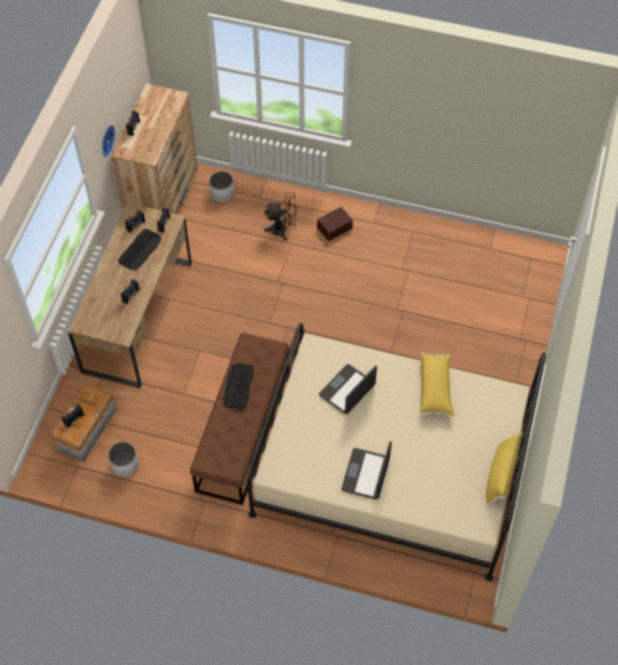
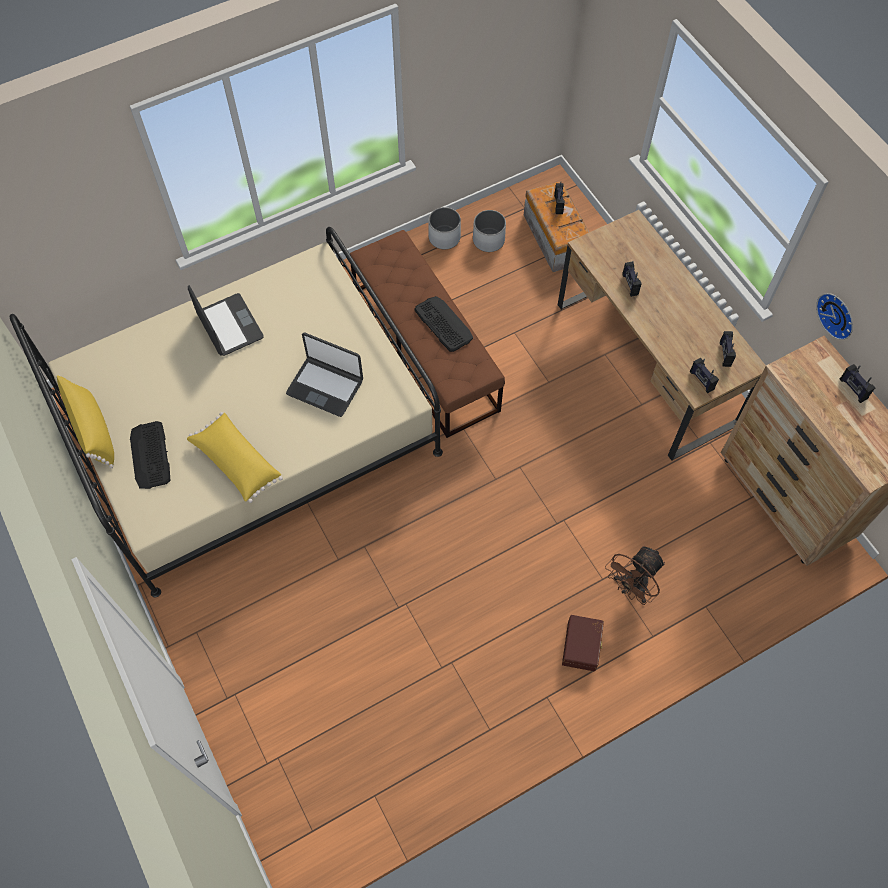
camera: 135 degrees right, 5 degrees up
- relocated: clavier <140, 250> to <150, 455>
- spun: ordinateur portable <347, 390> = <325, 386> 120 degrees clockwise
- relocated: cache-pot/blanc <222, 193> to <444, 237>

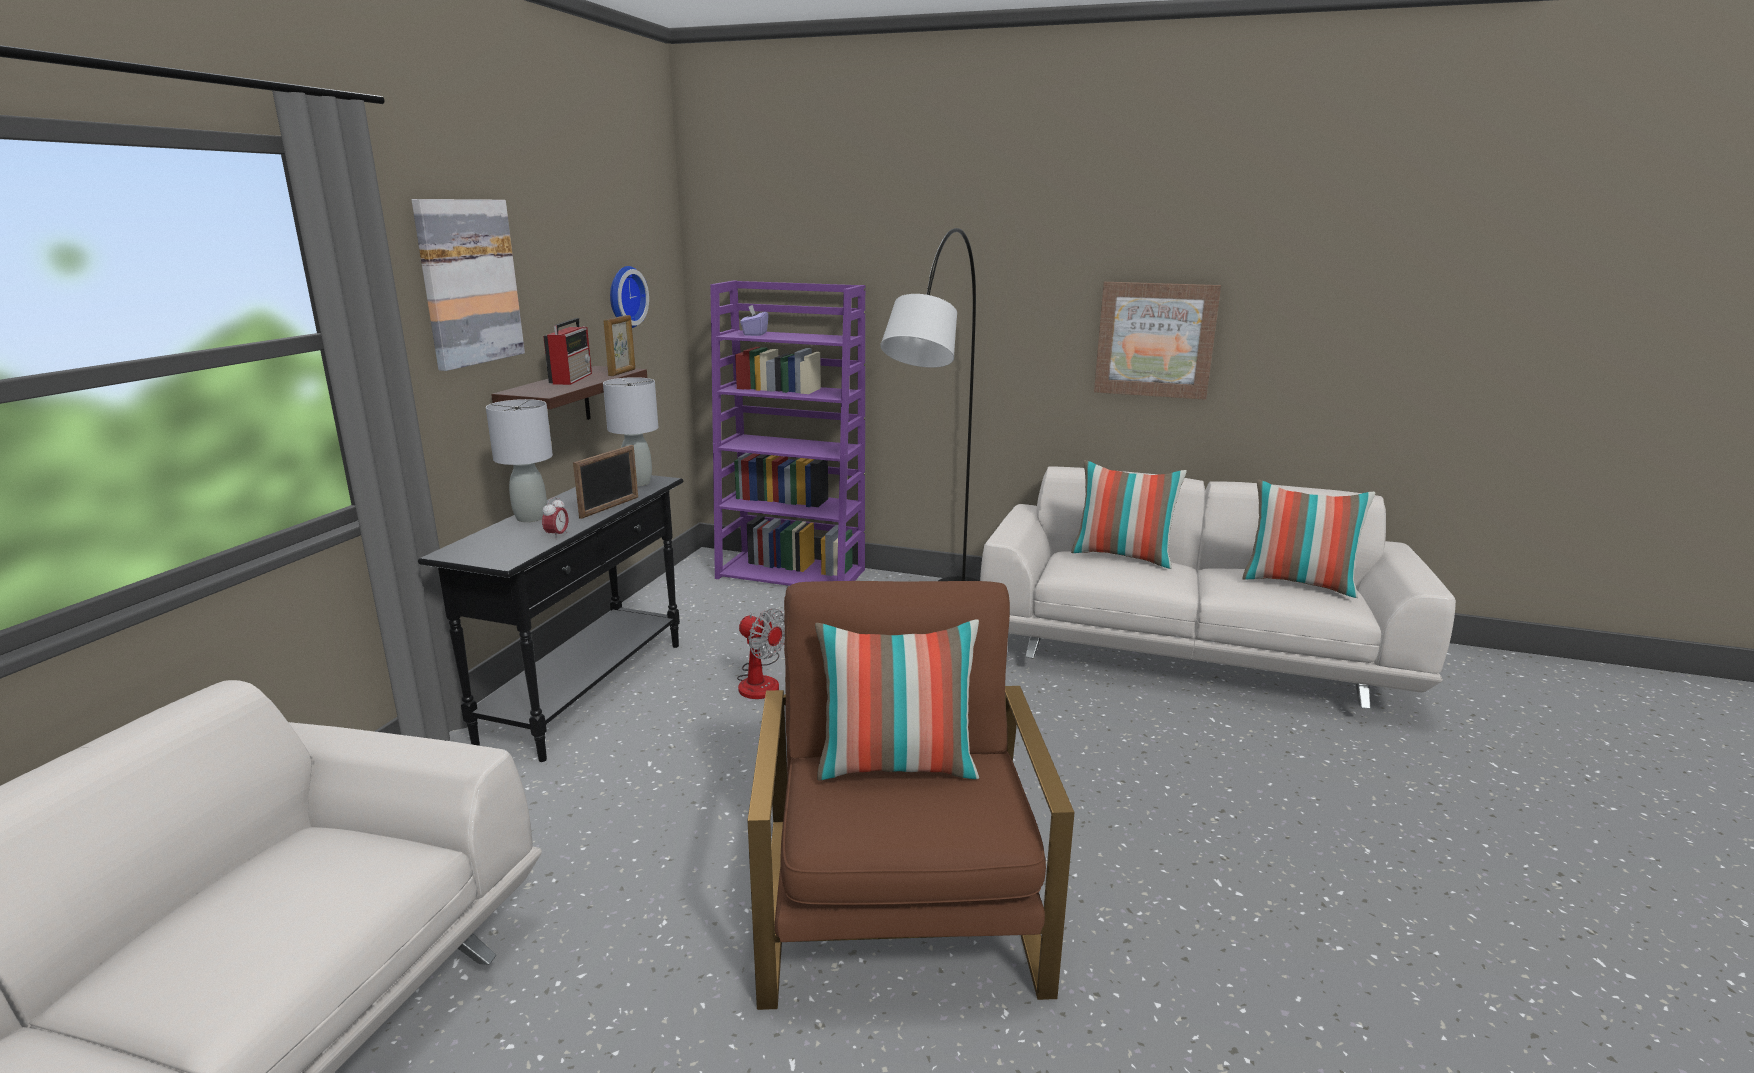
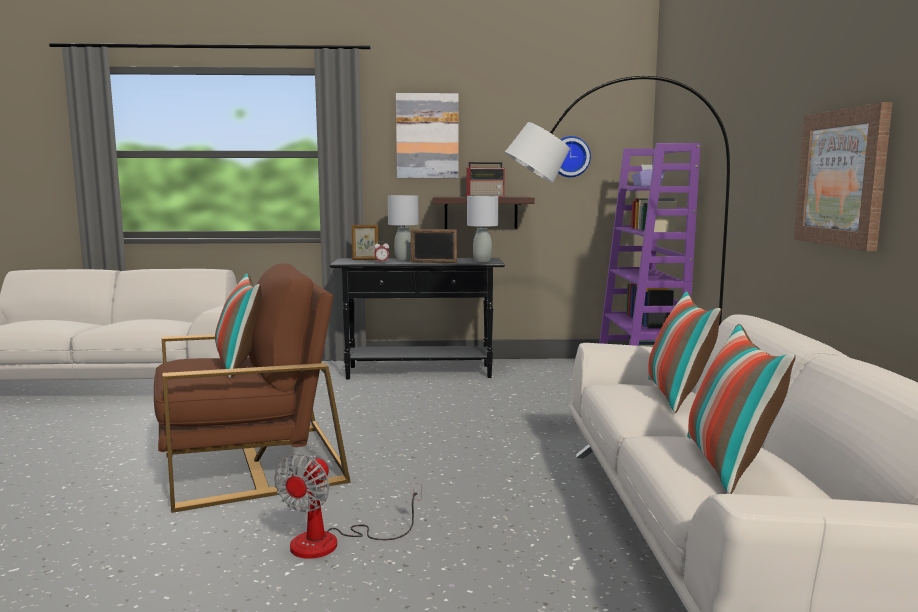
camera: 70 degrees right, 10 degrees down
- relocated: ventilateur <760, 680> to <332, 543>
- relocated: cadre photo <622, 372> to <365, 259>

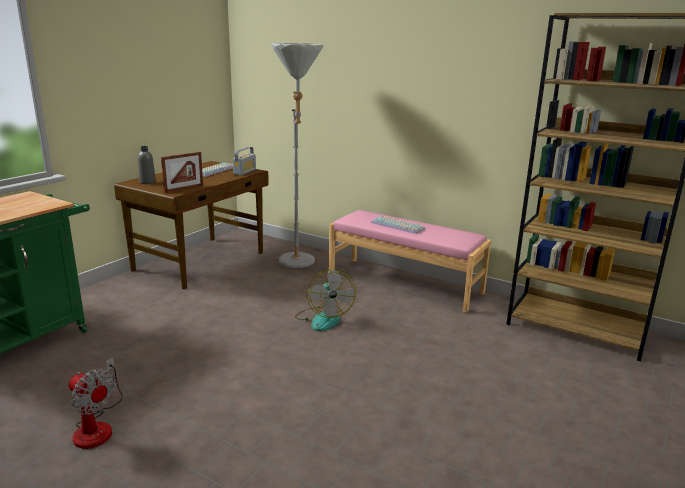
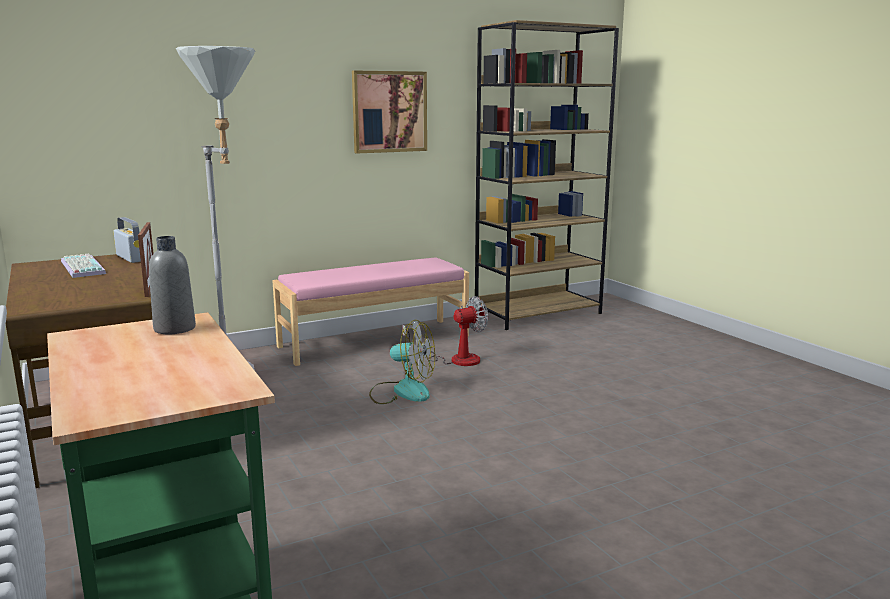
camera: 60 degrees left, 5 degrees down
- relocated: bouteille/gris <147, 182> to <174, 329>
- appeared: tableau <389, 112>
- relocated: ventilateur <97, 426> to <455, 359>
- missing: clavier <399, 226>

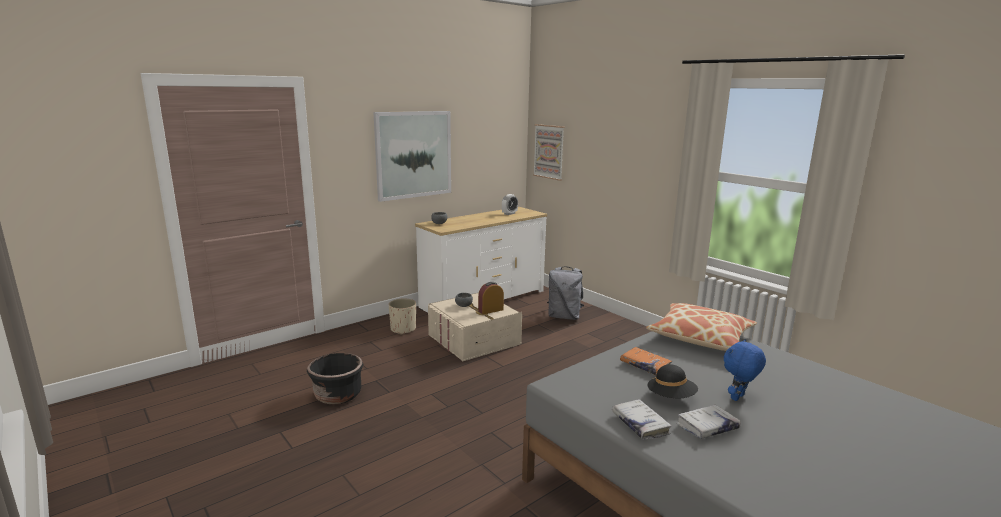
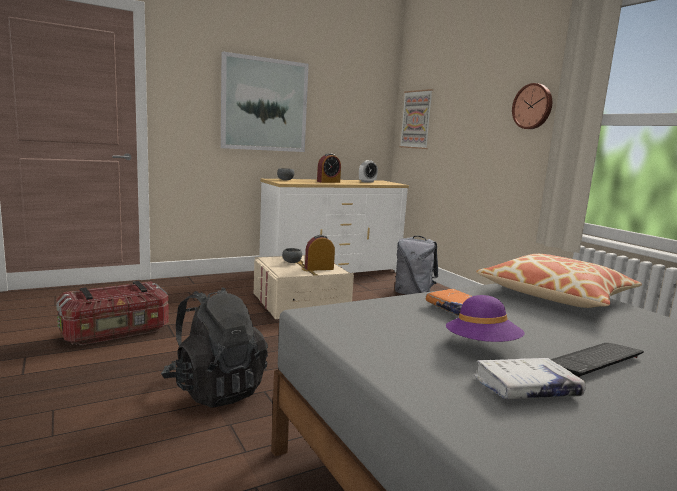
camera: 10 degrees right, 5 degrees down
- exchanged: cache-pot/noir <337, 395> to boîte de rangement <116, 332>
- appeared: sac à dos/noir <215, 389>
- appeared: réveil <328, 182>
- colour: chapeau/noir <671, 397> to chapeau/violet <482, 346>
- appeared: horloge murale <533, 106>
- exchanged: peluche/bleu <738, 398> to clavier <593, 360>
- missing: cache-pot/beige <403, 329>
- missing: livre/blanc <640, 424>

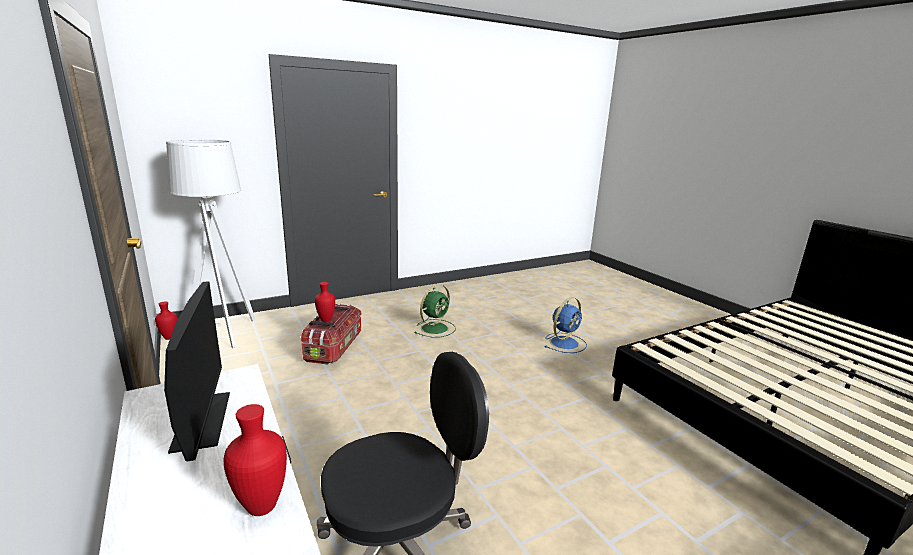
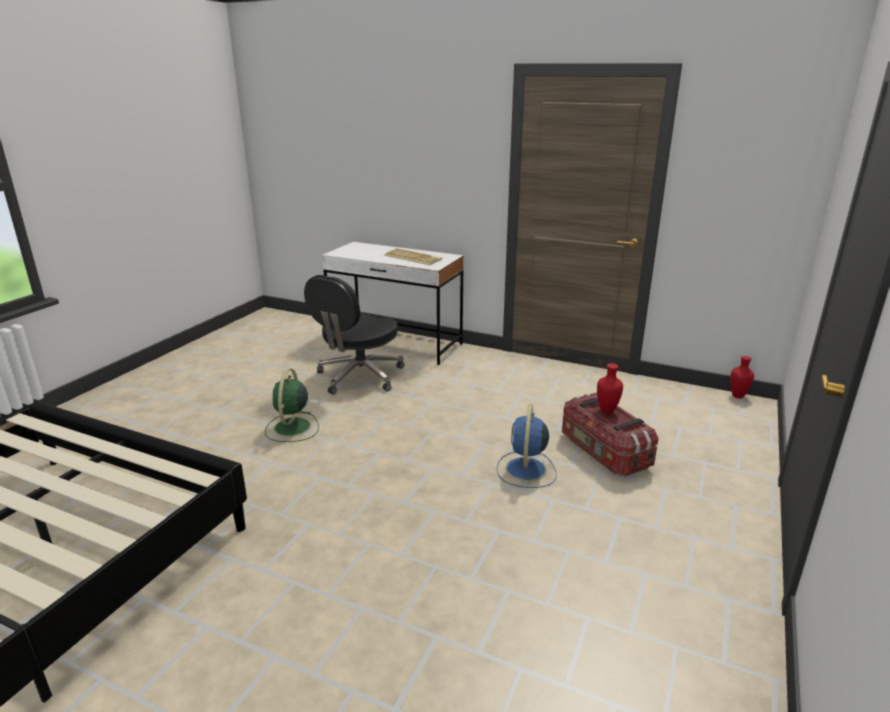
camera: 145 degrees right, 5 degrees up
- relocated: ventilateur/vert <435, 328> to <292, 428>
- exchanged: écran d'ordinateur <202, 420> to clavier <414, 257>
- relocated: ventilateur/bleu <565, 343> to <525, 470>
- missing: lampadaire/gris <226, 333>
- missing: vase/rouge <261, 508>

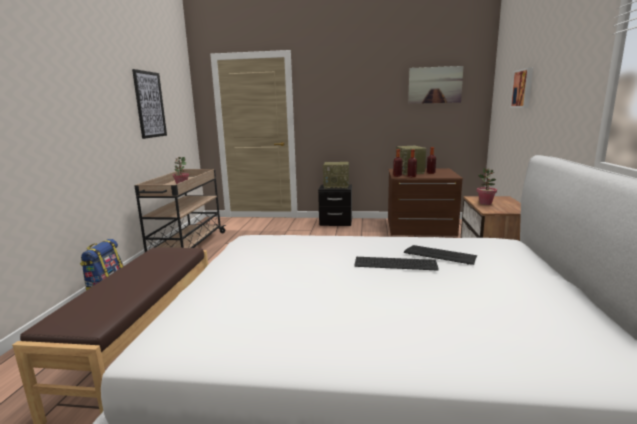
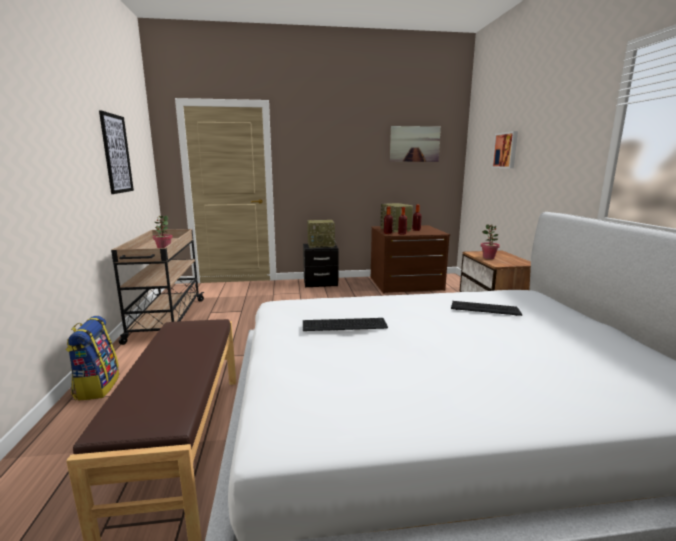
camera: 15 degrees left, 0 degrees up
- relocated: clavier <396, 264> to <345, 325>

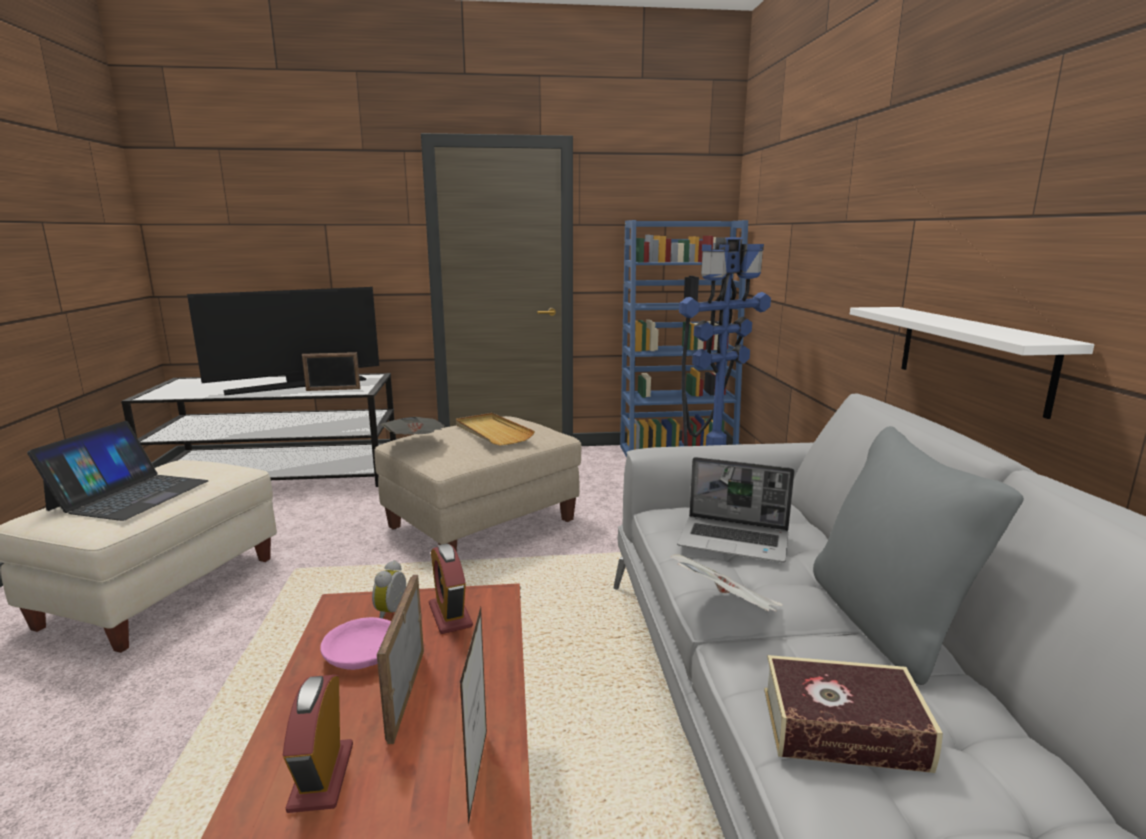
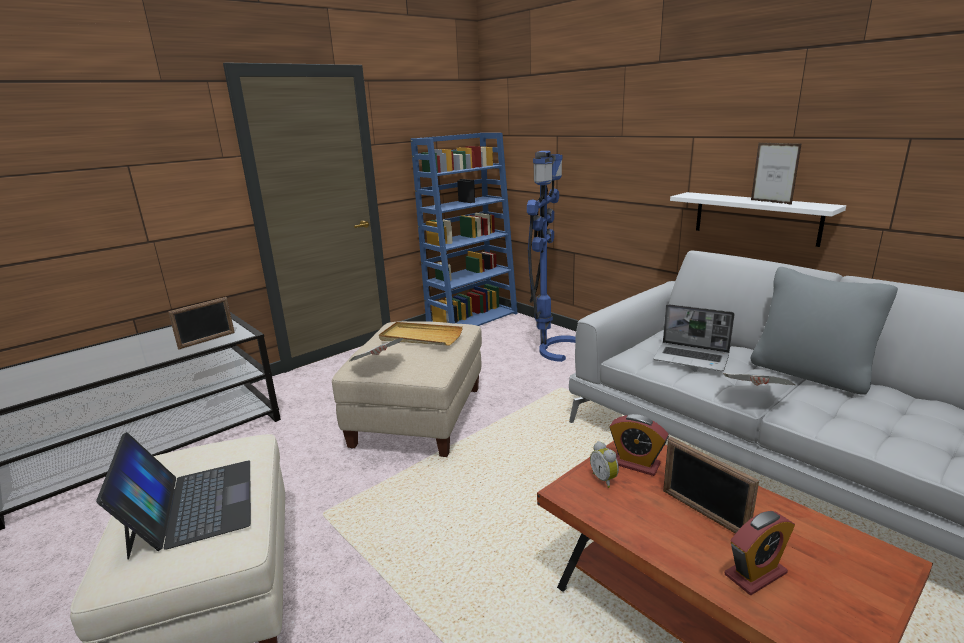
camera: 35 degrees left, 5 degrees up
- spun: ordinateur portable <735, 541> = <692, 358> 45 degrees clockwise
- spun: réveil <321, 777> = <755, 574> 75 degrees counterclockwise
- relocated: cadre photo <478, 774> to <770, 202>
- missing: téléviseur <297, 386>
- missing: bol/rose <363, 655>
- missing: livre <842, 728>

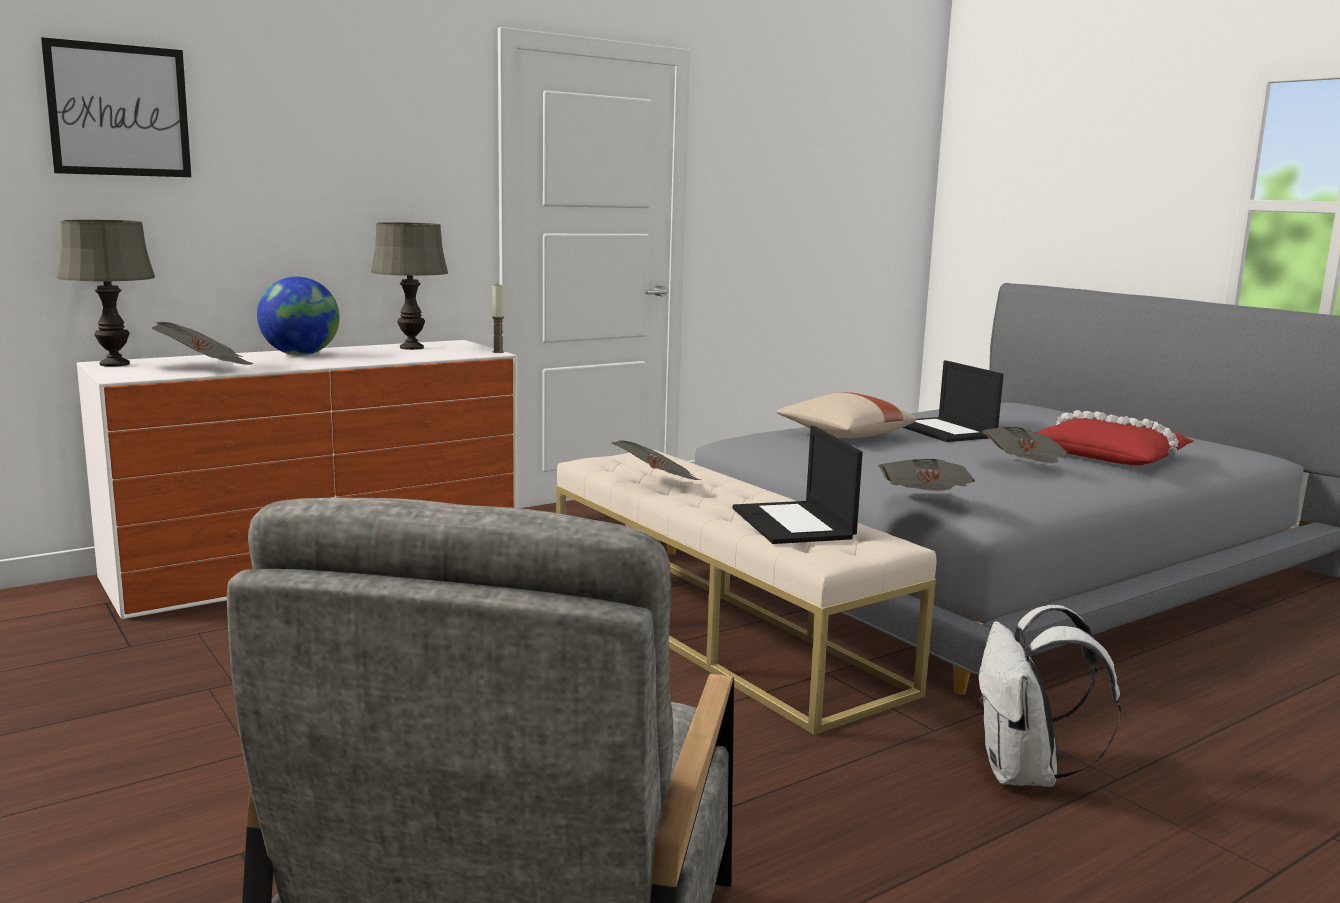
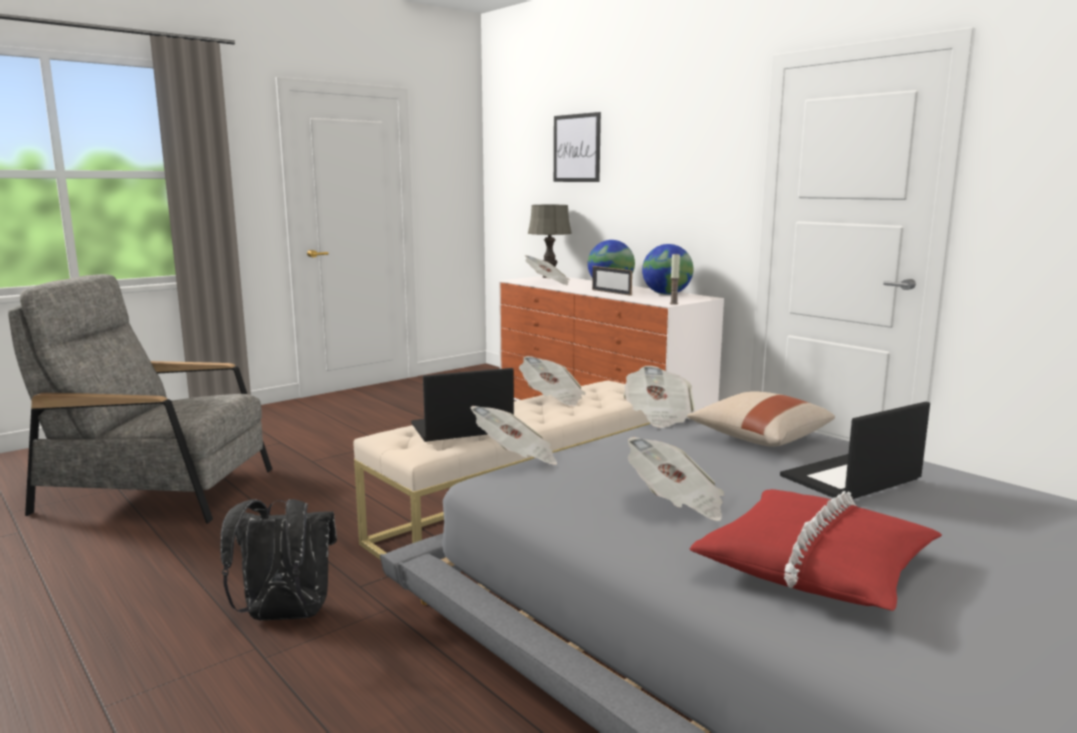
camera: 85 degrees right, 0 degrees up
- colour: sac à dos/blanc <1025, 774> to sac à dos/noir <284, 616>
- appeared: cadre photo <611, 292>
- appeared: journal <658, 416>
- exchanged: lampe de table/gris <412, 347> to globe <666, 294>

